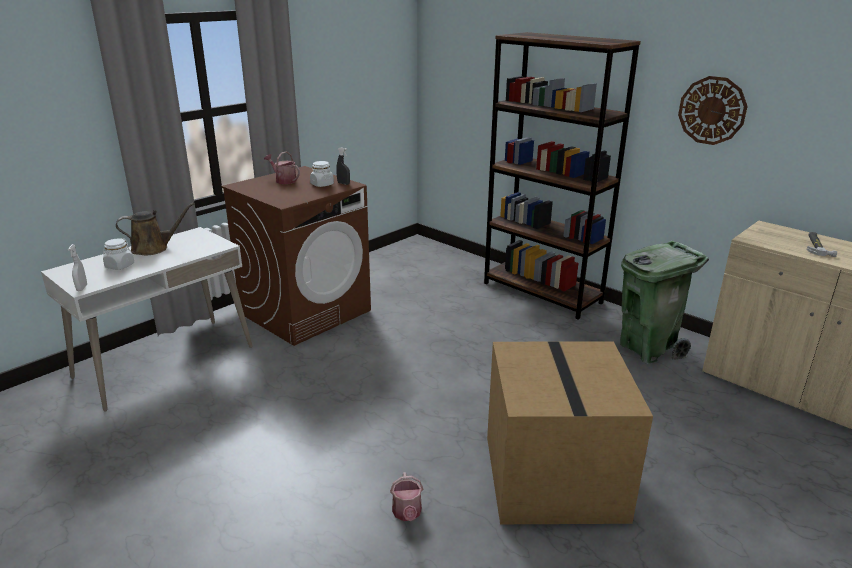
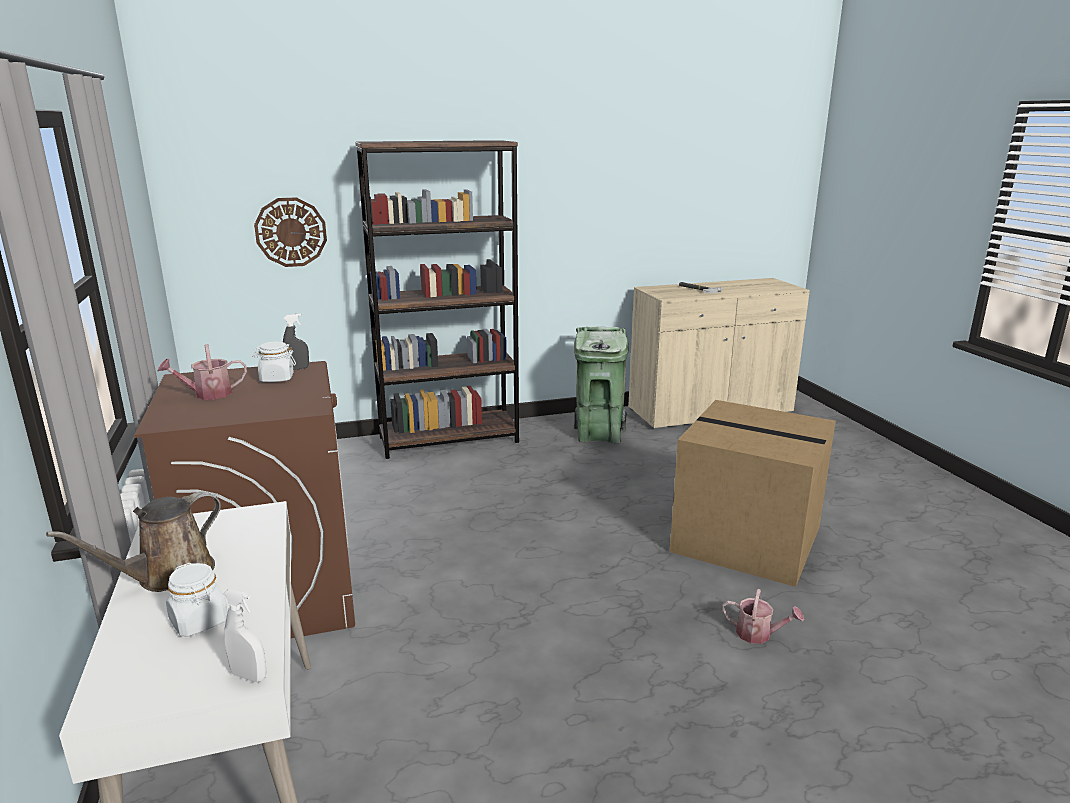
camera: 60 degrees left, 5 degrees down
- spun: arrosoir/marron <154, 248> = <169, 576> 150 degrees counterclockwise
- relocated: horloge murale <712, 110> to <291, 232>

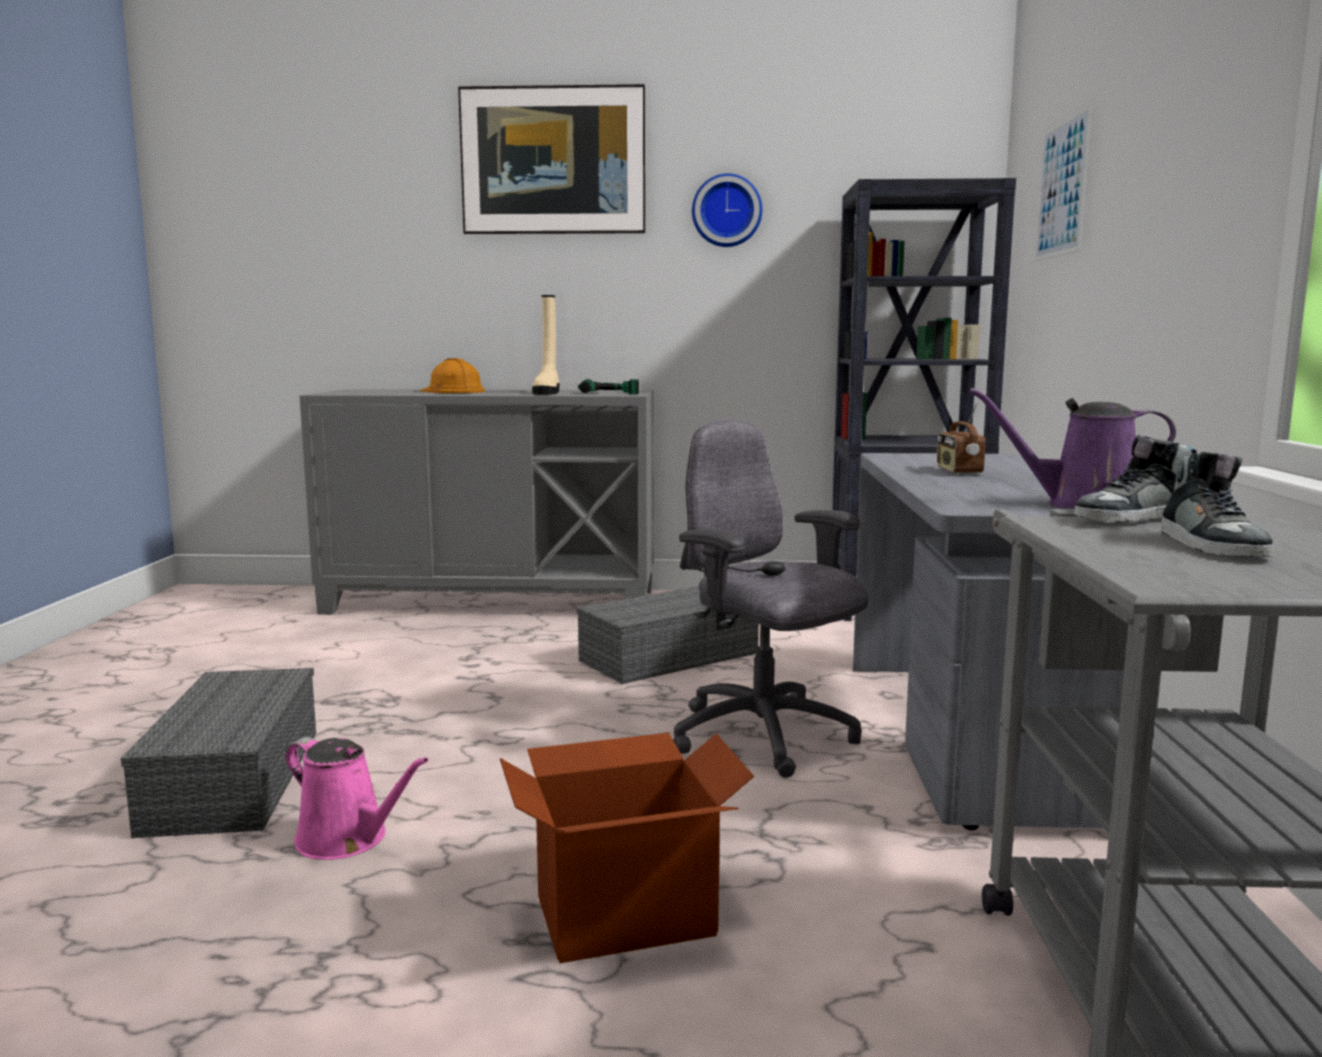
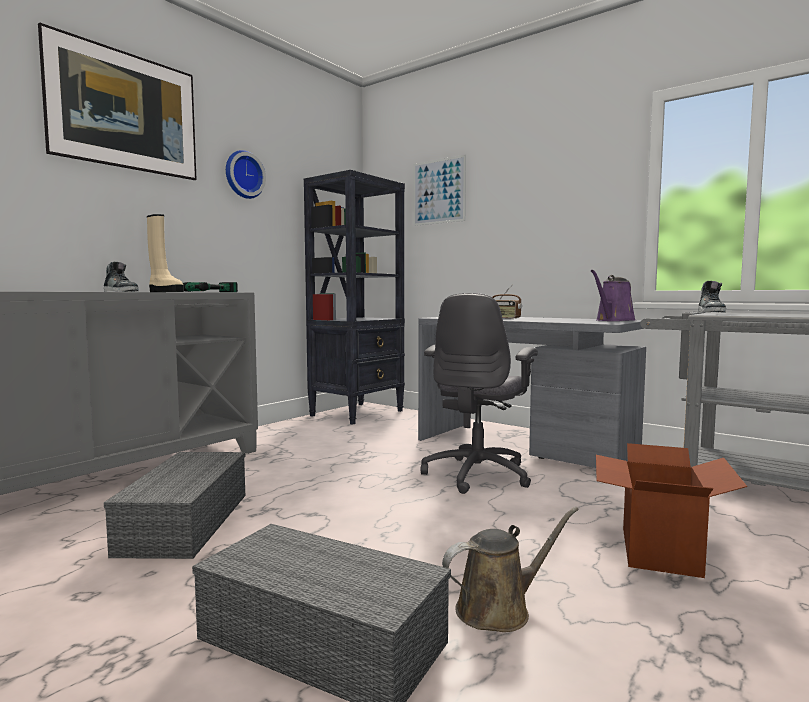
camera: 55 degrees left, 5 degrees down
- relocated: chaussure <1212, 545> to <121, 291>
- relocated: boîte de rangement/gris <670, 656> to <185, 521>
- spun: chaise de bureau/gris <763, 738> = <478, 474> 60 degrees counterclockwise
- colour: arrosoir/rose <348, 840> to arrosoir/marron <499, 609>
- missing: casque de chantier/orange <452, 391>

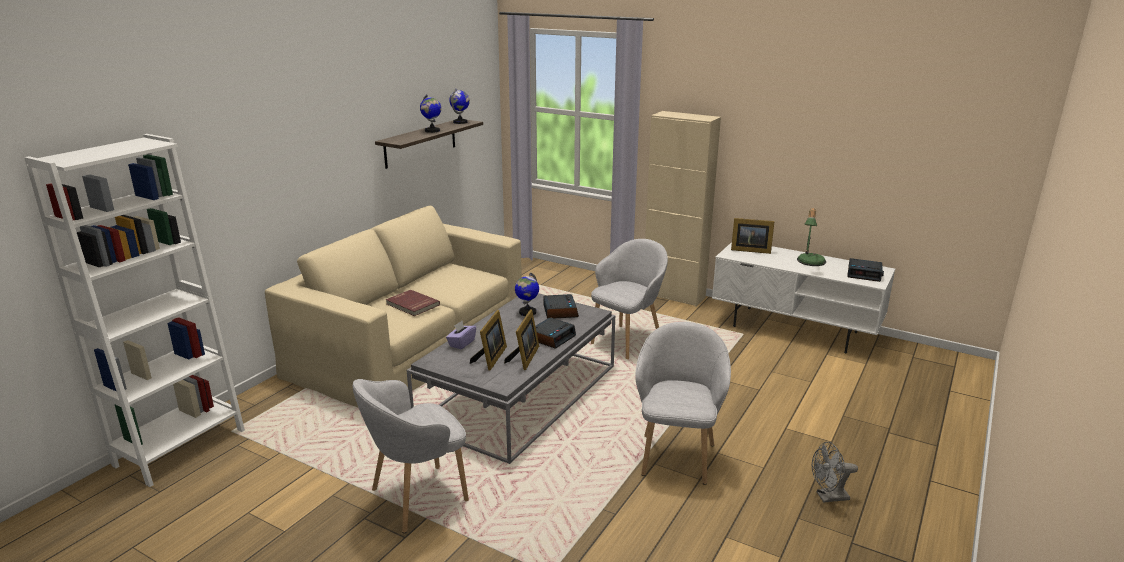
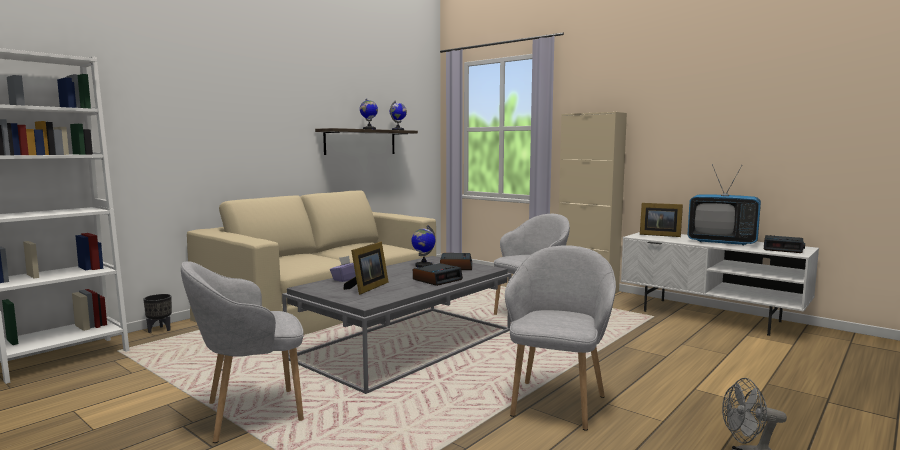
camera: 10 degrees right, 15 degrees down
- appeared: cache-pot/noir <160, 329>
- exchanged: lampe de table <809, 262> to téléviseur <722, 242>
- missing: livre/rouge <412, 305>
- missing: cadre photo <524, 358>

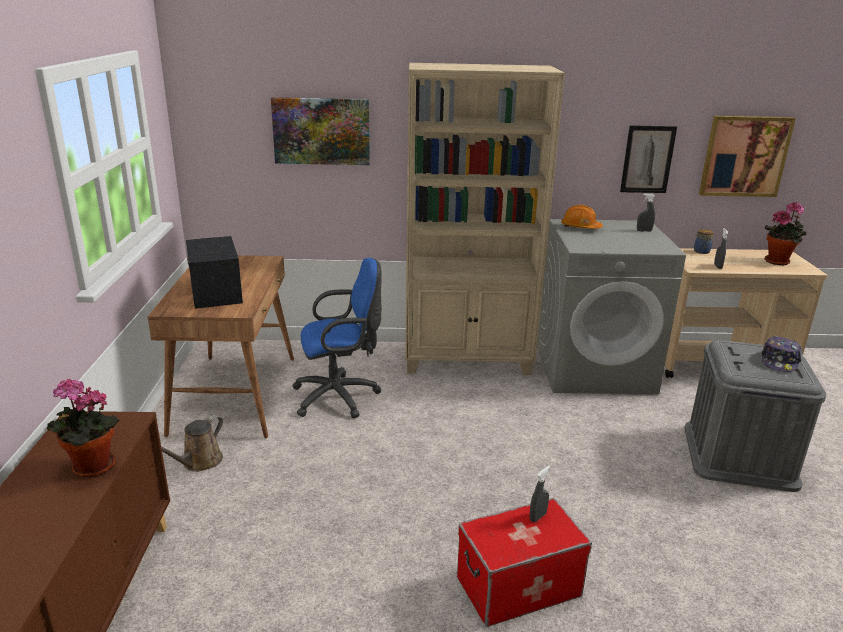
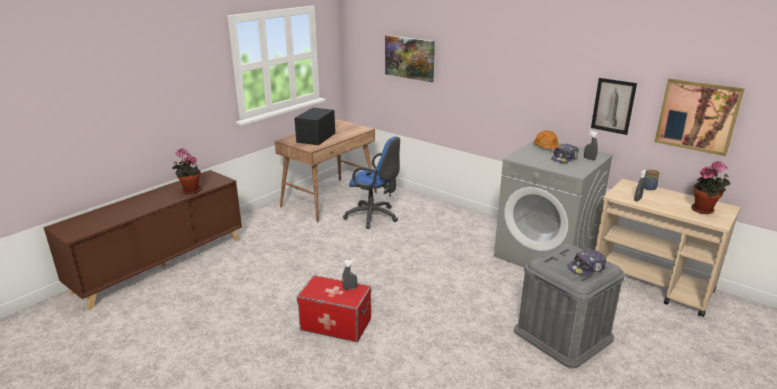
camera: 40 degrees right, 0 degrees up
- appeared: casquette <564, 158>
- missing: arrosoir/marron <199, 462>
- missing: bibliothèque/beige <468, 360>

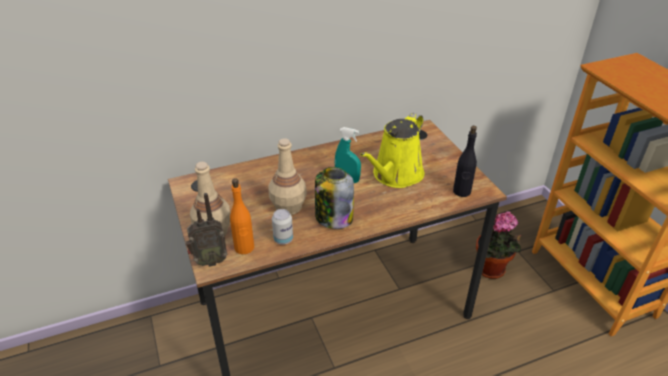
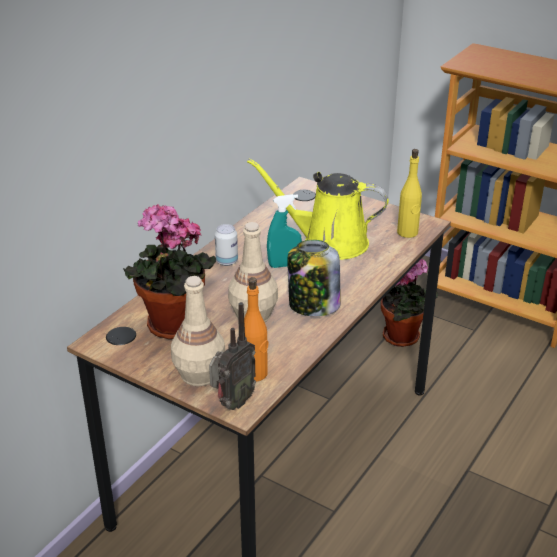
camera: 35 degrees left, 5 degrees down
- appeared: plante en pot <171, 328>
- relocated: boîte métallique <283, 239> to <227, 261>
- spun: arrosoir/jaune <395, 175> = <328, 242> 105 degrees clockwise
- colour: bouteille/noir <461, 191> to bouteille/jaune <407, 232>

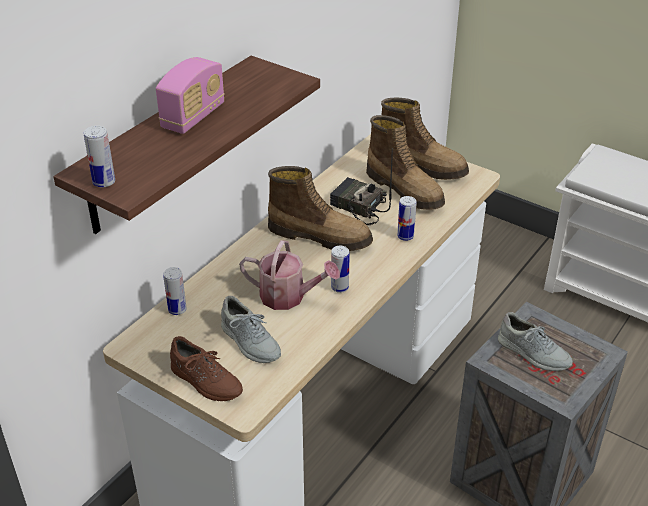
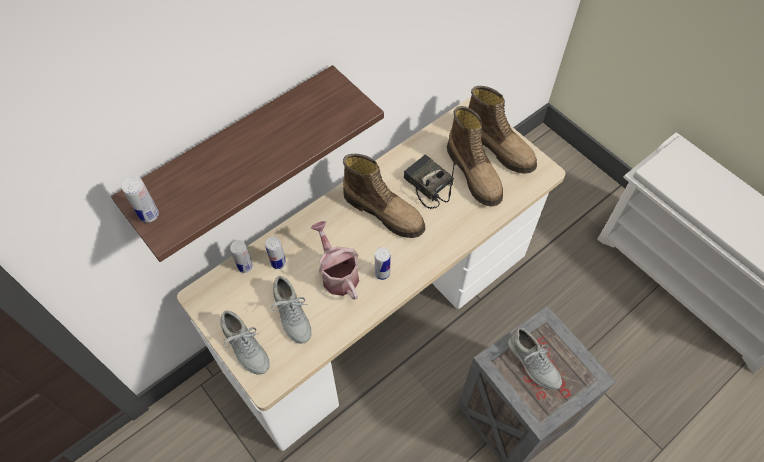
camera: 15 degrees right, 20 degrees up
- colour: chaussure/marron <206, 381> to chaussure/gris <246, 348>
- relocated: boîte métallique <405, 236> to <278, 263>
- spun: arrosoir <289, 297> = <337, 273> 150 degrees counterclockwise
- missing: radio <193, 117>

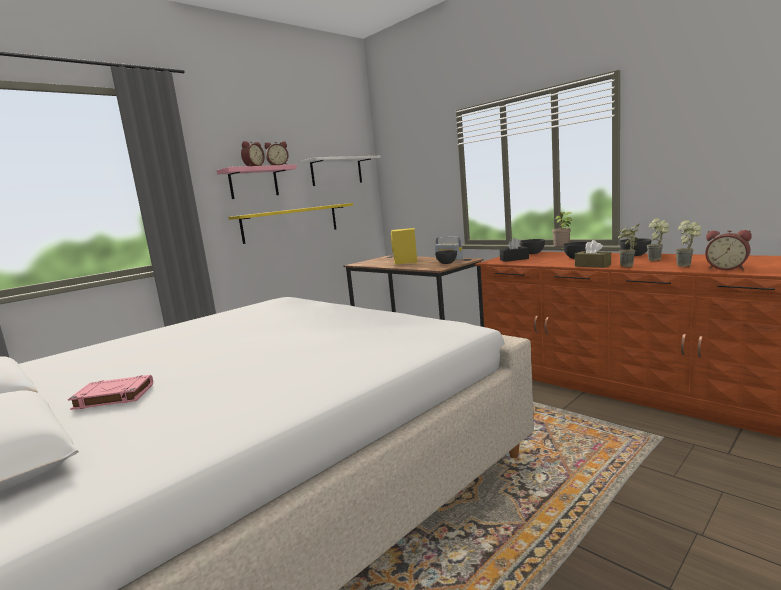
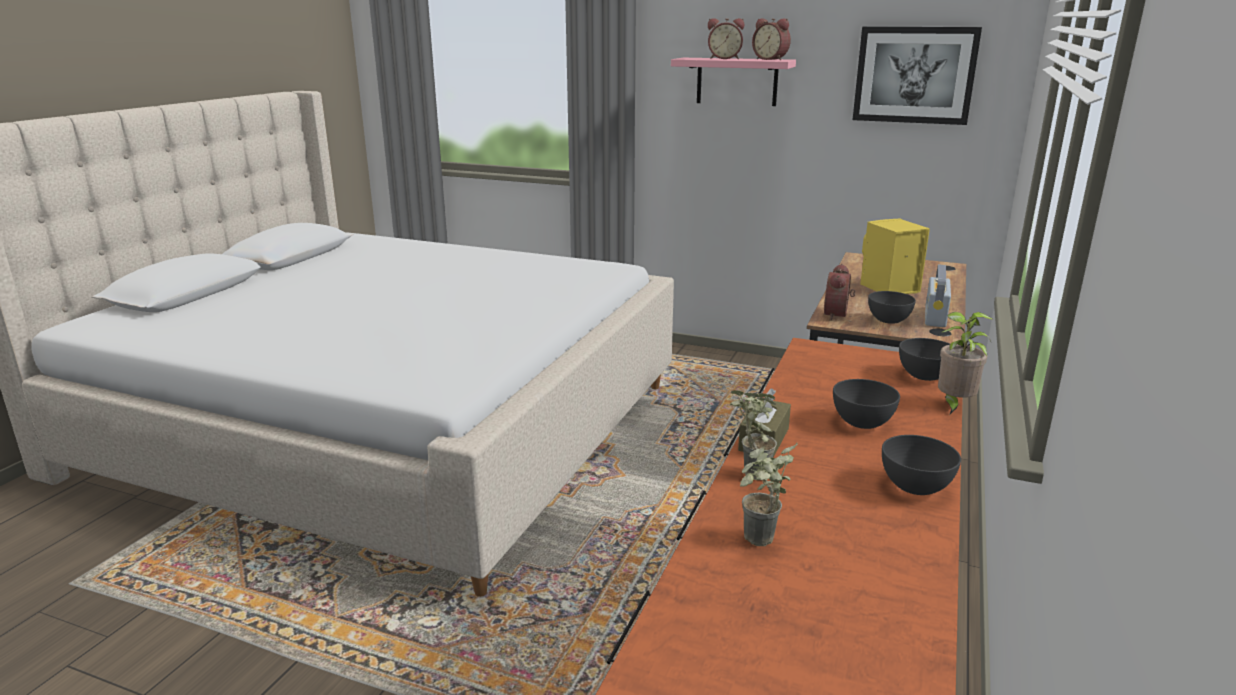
camera: 65 degrees right, 10 degrees up
- relocated: réveil <727, 268> to <838, 315>
- exchanged: étagère/blanc <336, 171> to tableau <914, 75>
- missing: livre/rose <113, 397>
- missing: étagère/jaune <291, 223>
- missing: boîte à mouchoirs/noir <514, 259>
- missing: plante en pot <658, 260>

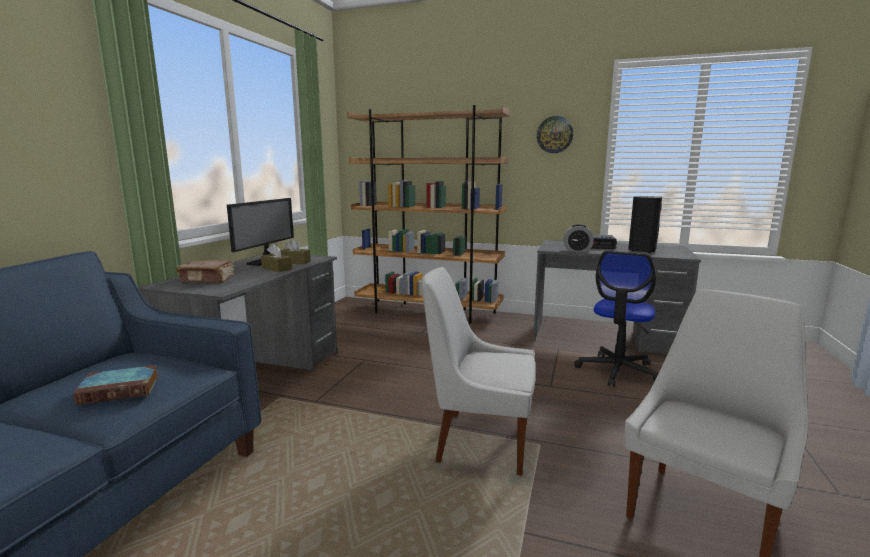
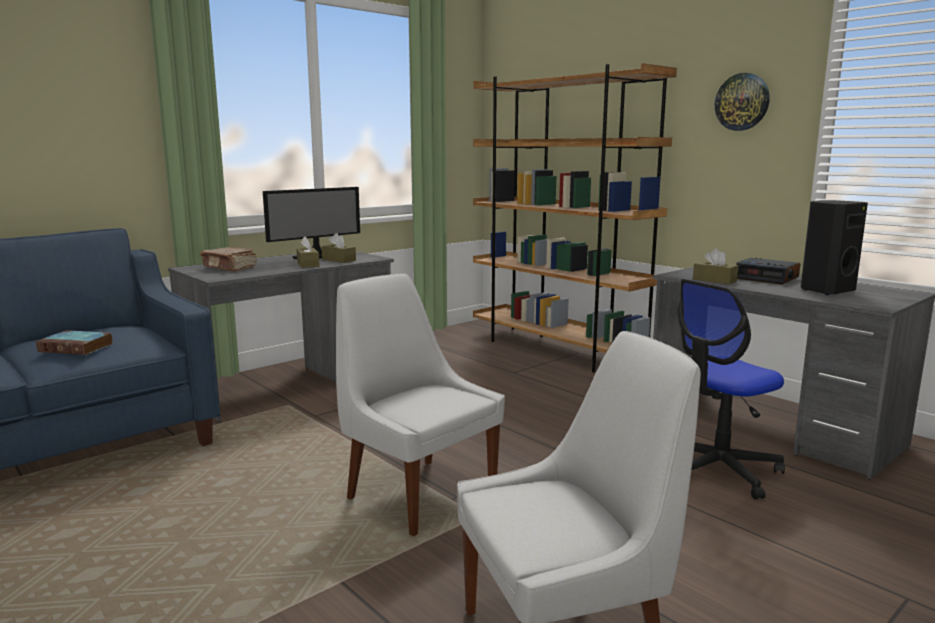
camera: 30 degrees right, 0 degrees up
- exchanged: réveil <577, 250> to boîte à mouchoirs/marron <714, 280>

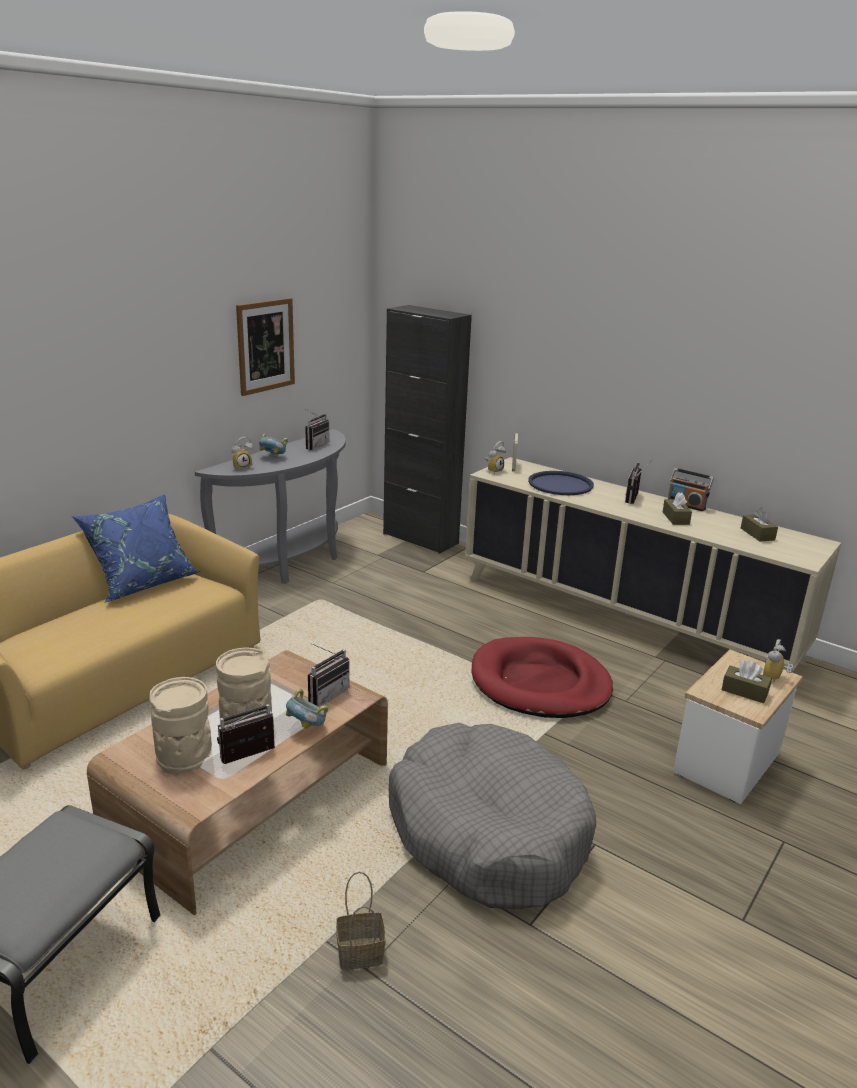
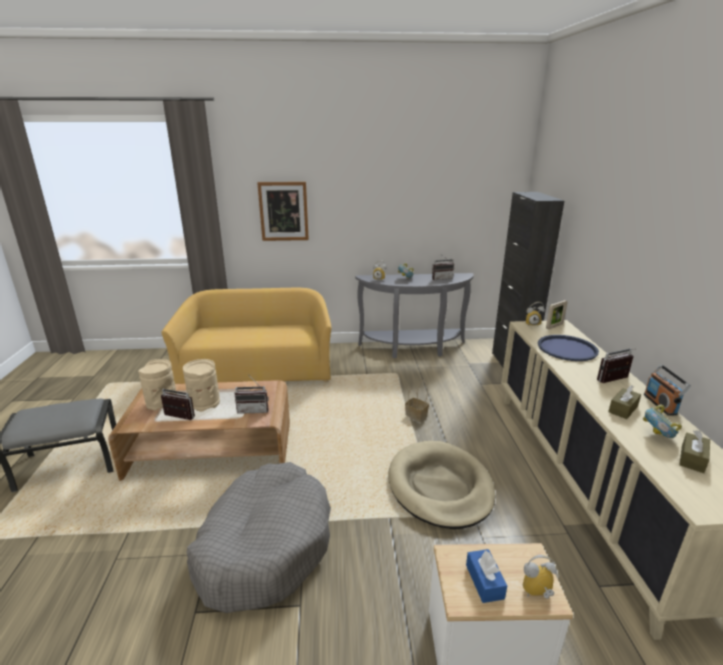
camera: 50 degrees right, 0 degrees up
- relocated: tableau <265, 346> to <283, 211>
- colour: panier pour chien/rouge <540, 683> to panier pour chien/beige <440, 487>
- relocated: panier <362, 952> to <417, 416>
- colour: boîte à mouchoirs/marron <744, 691> to boîte à mouchoirs/bleu <484, 581>
- relocated: bol <307, 727> to <657, 436>
- missing: coussin/bleu <142, 582>

